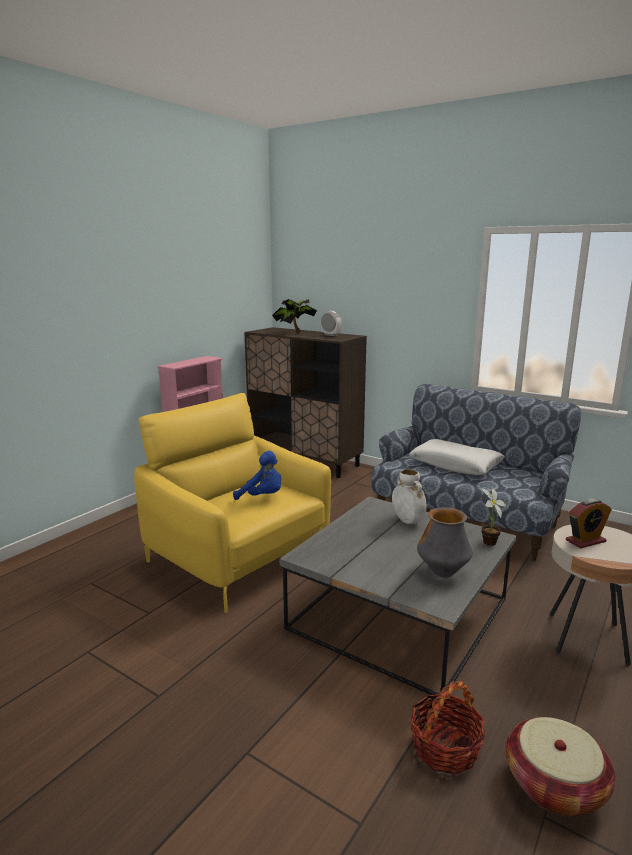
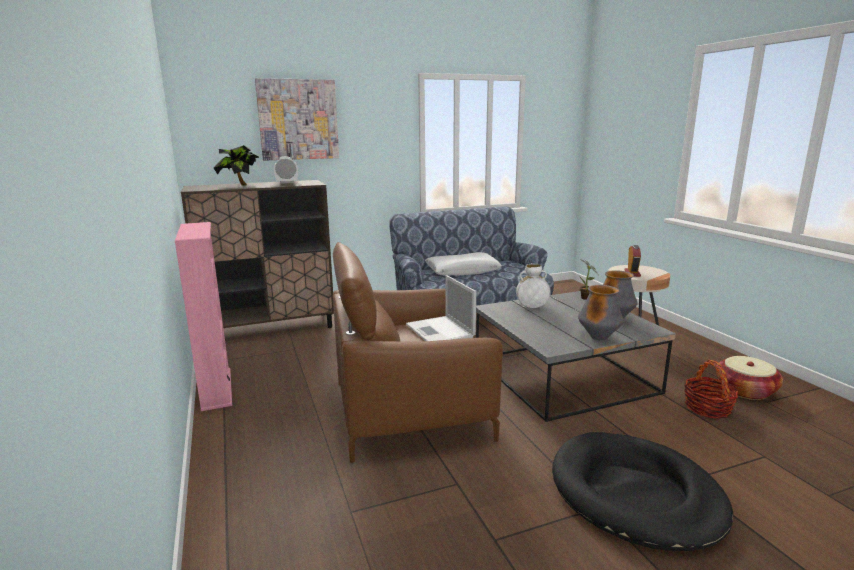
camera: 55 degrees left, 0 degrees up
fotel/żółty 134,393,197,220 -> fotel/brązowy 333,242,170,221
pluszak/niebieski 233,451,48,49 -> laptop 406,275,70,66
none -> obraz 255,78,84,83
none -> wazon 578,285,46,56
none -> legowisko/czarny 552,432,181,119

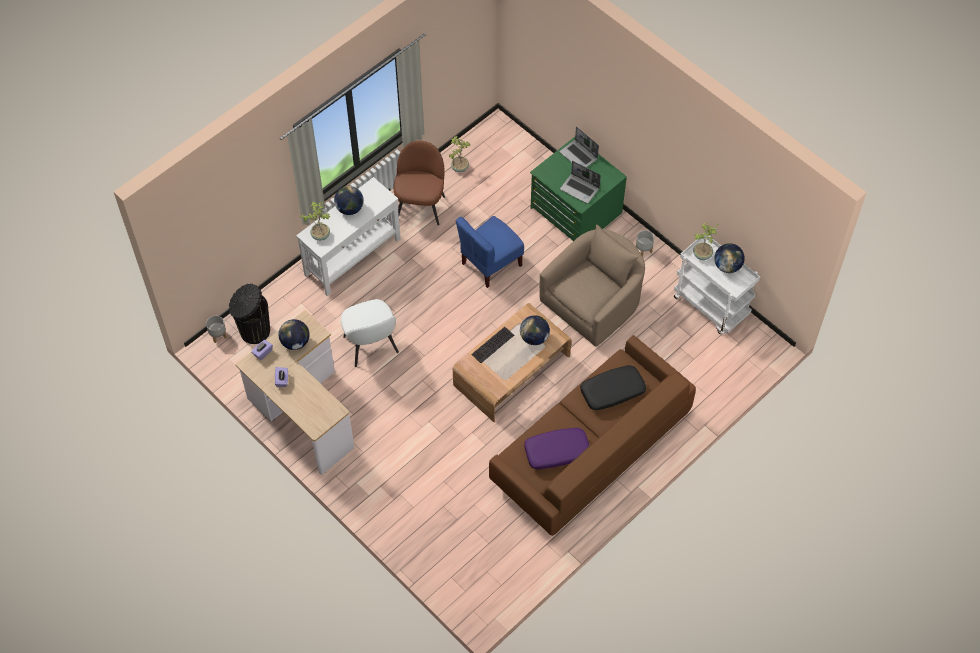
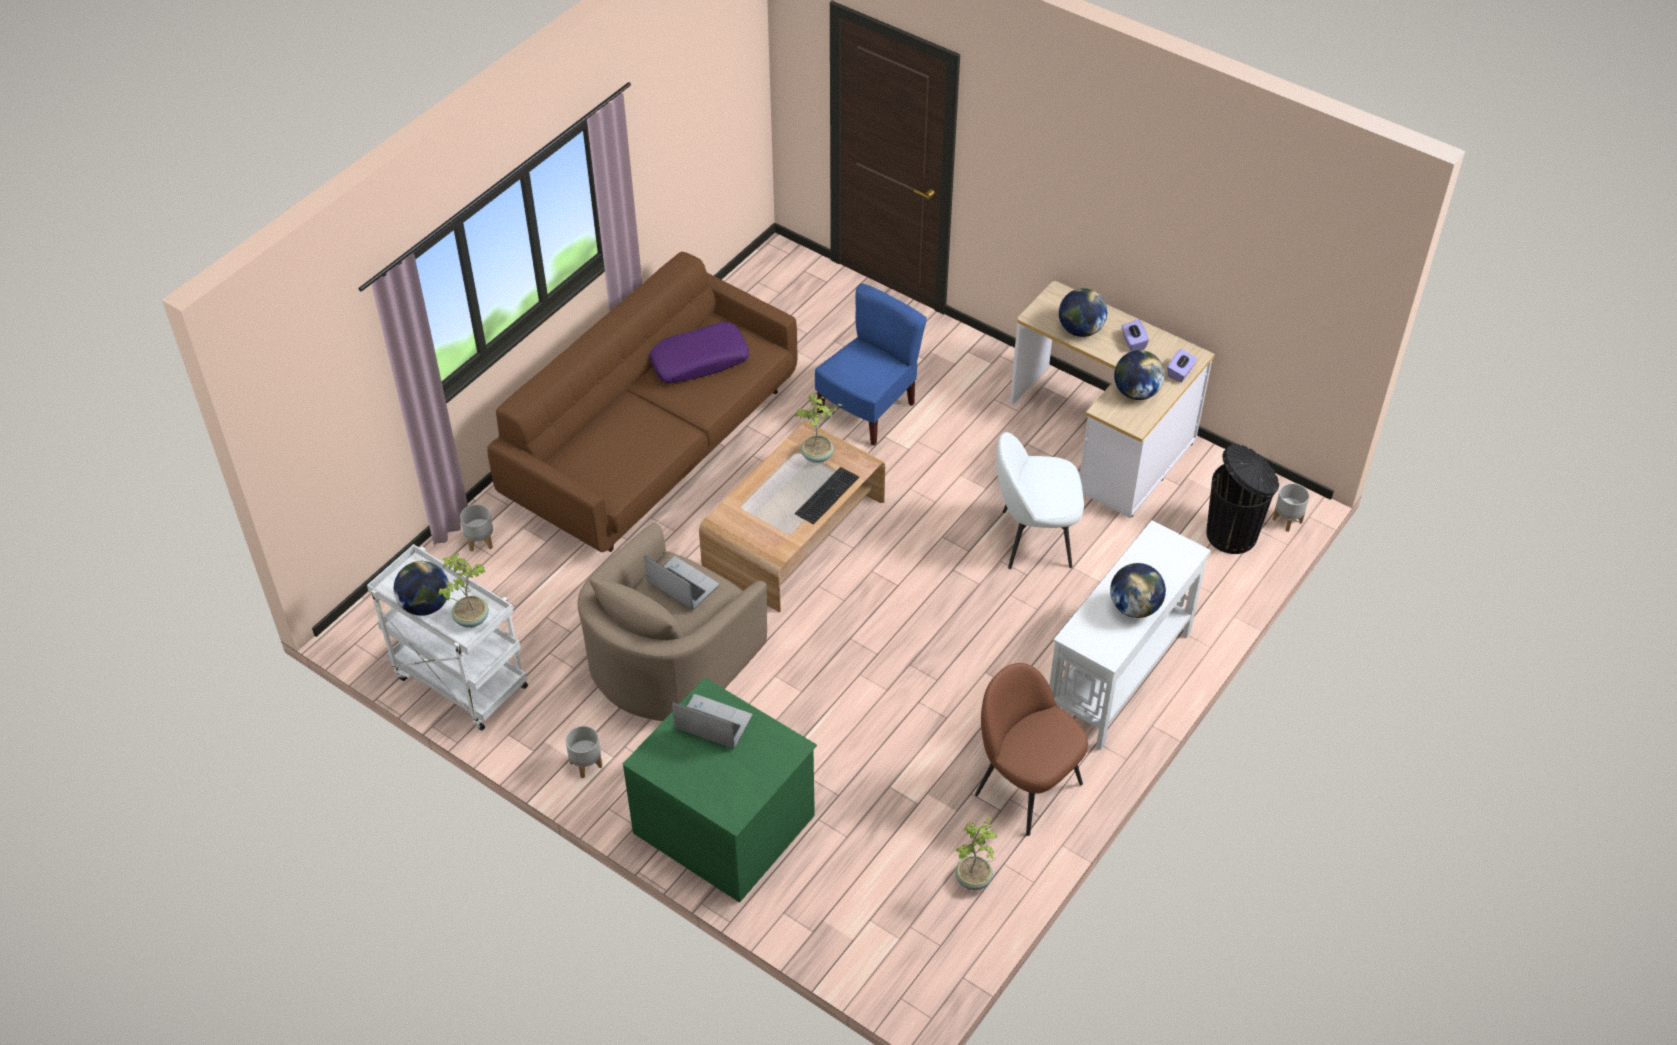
camera: 170 degrees right, 10 degrees down
laptop 559,126,40,42 -> laptop 644,555,75,55, moved
krzesło/brązowy 394,141,51,84 -> krzesło/brązowy 975,663,113,173, 135 degrees clockwise
roślina doniczkowa 300,202,31,39 -> roślina doniczkowa 795,392,48,71, moved
krzesło/niebieski 456,216,68,72 -> krzesło/niebieski 815,283,112,163, moved
krzesło/biały 341,299,58,68 -> krzesło/biały 996,432,88,137, 60 degrees counterclockwise
globus 520,315,30,30 -> globus 1059,288,48,49, moved
poduszka/czarny 580,365,66,45 -> none
none -> donica/szary 460,504,33,47

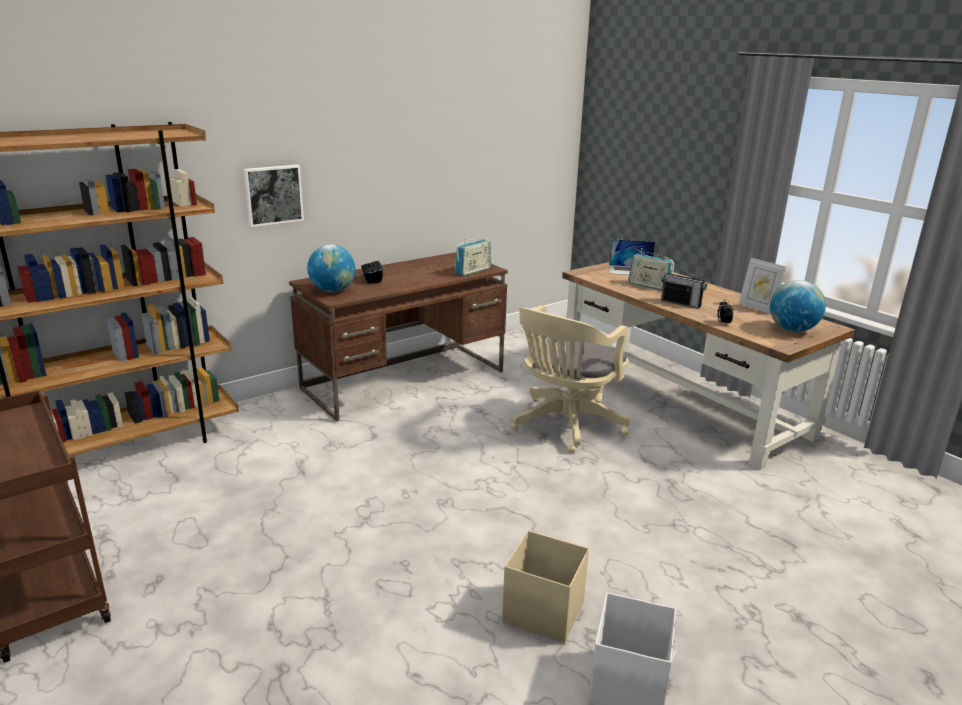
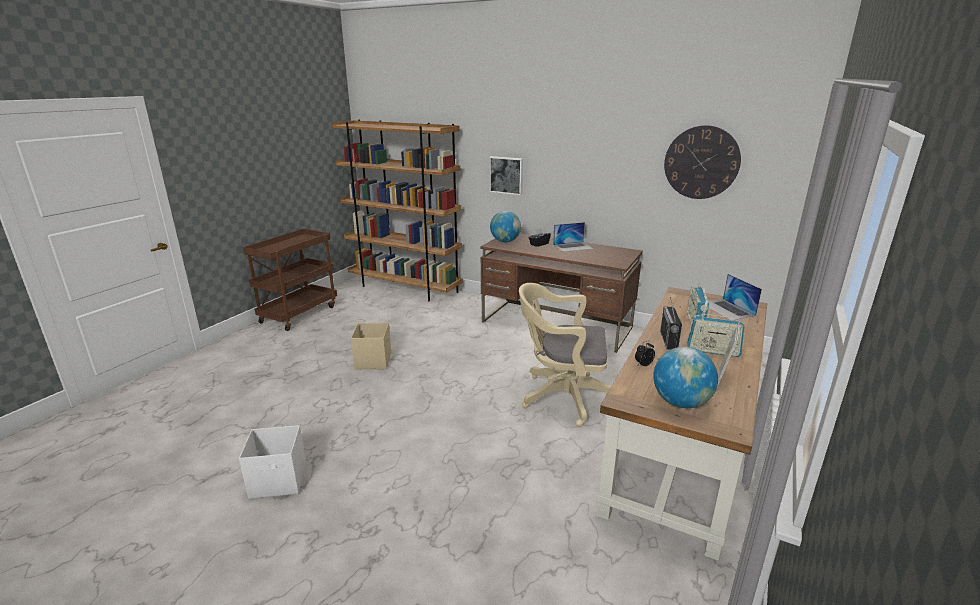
camera: 65 degrees right, 0 degrees up
radio 455,239,36,37 -> radio 687,311,58,46, moved
pojemnik do przechowywania/beżowy 502,530,87,113 -> pojemnik do przechowywania/beżowy 351,323,40,46, moved
none -> zegar ścienny 664,125,77,74
none -> laptop 553,222,41,30

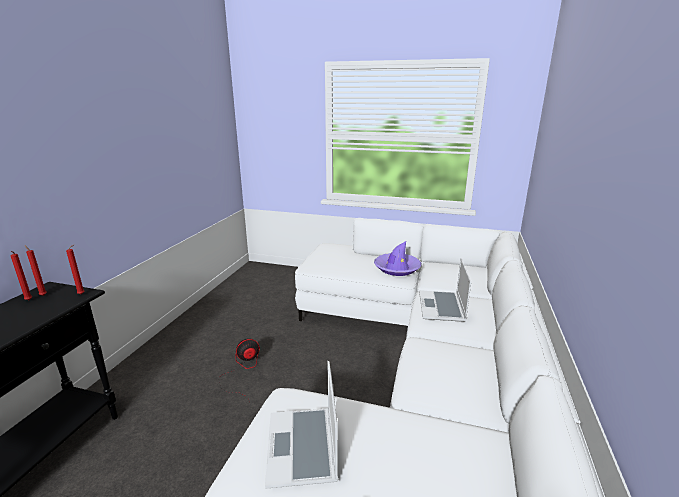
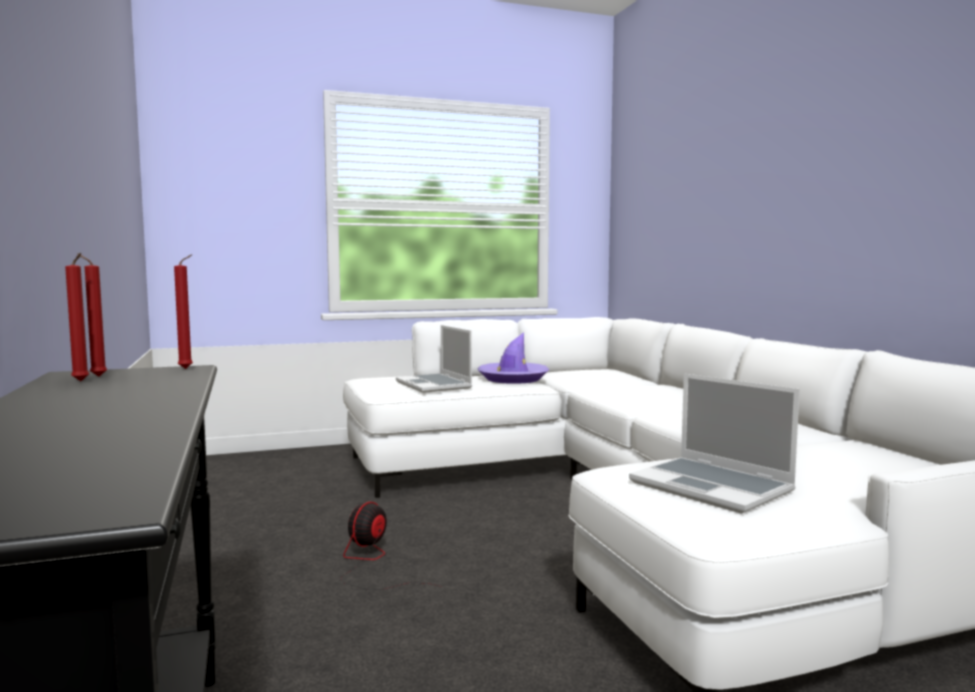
camera: 35 degrees left, 15 degrees down
laptop 419,259,52,63 -> laptop 396,325,76,68, moved

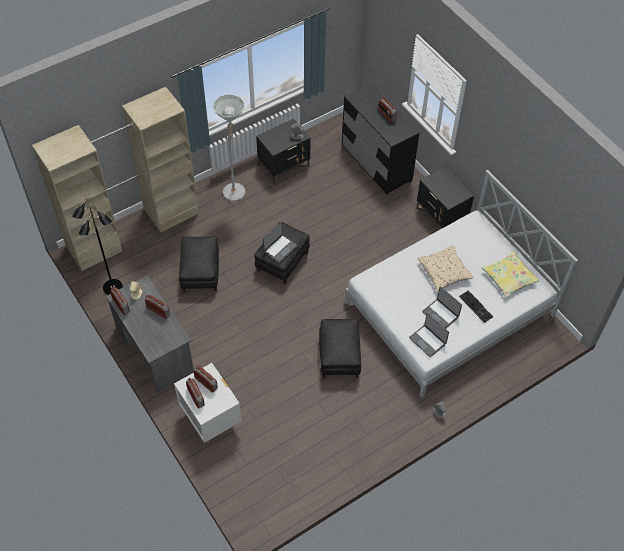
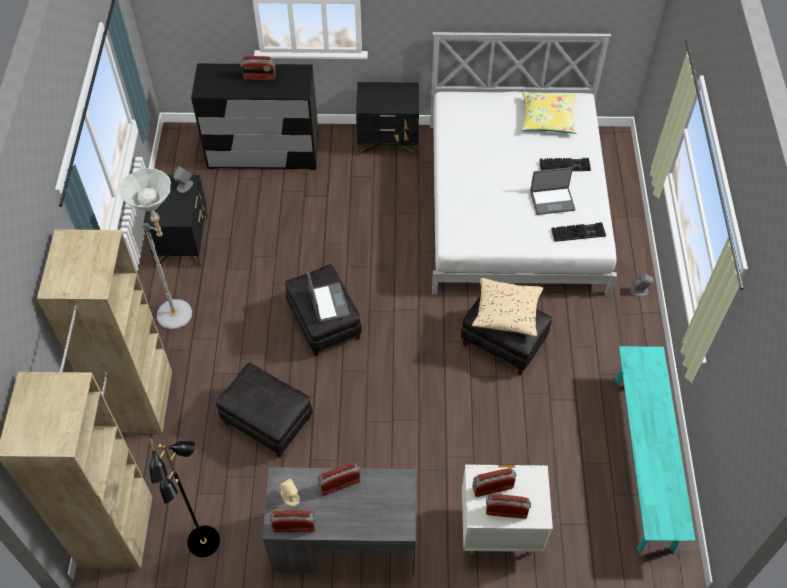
camera: 55 degrees left, 0 degrees up
poduszka/beżowy 417,245,57,46 -> poduszka/beżowy 472,278,71,58, moved
laptop 409,313,40,44 -> klawiatura 551,222,55,20
none -> ławka/turkusowy 615,346,81,206

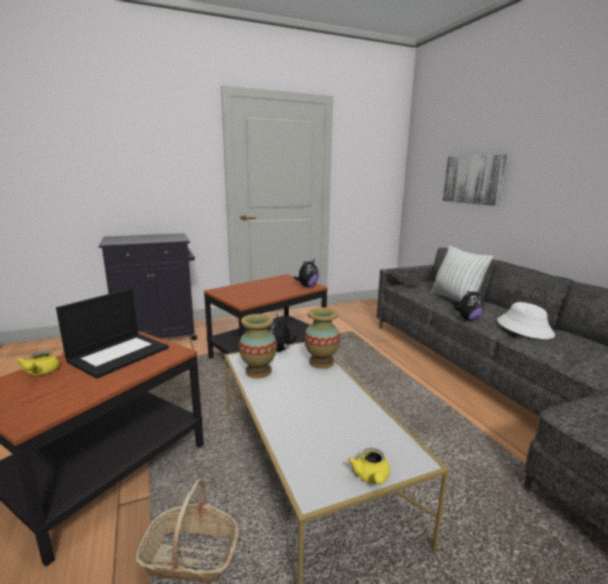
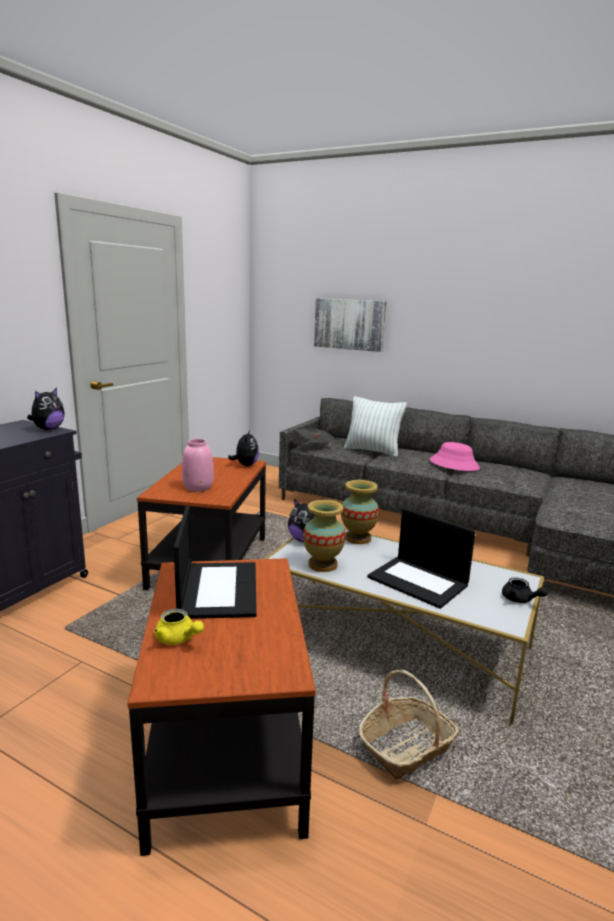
camera: 40 degrees left, 0 degrees up
pluszak 454,289,30,31 -> pluszak 27,388,38,42, moved
kapelusz/biały 497,302,58,37 -> kapelusz/różowy 430,442,50,29
imbryk/żółty 348,448,42,37 -> imbryk/czarny 502,577,47,26
none -> wazon/różowy 182,439,32,53
none -> laptop 367,508,109,101

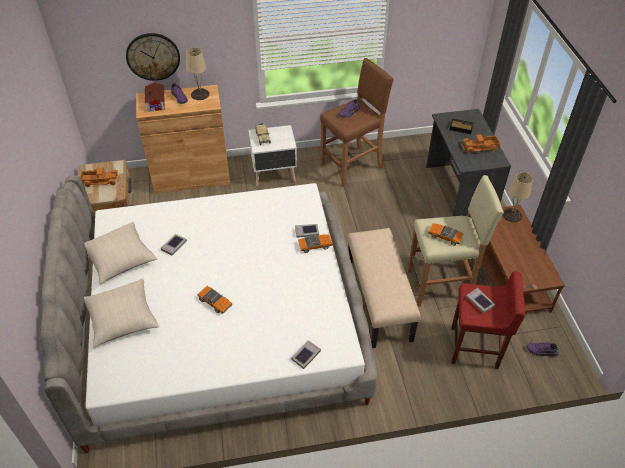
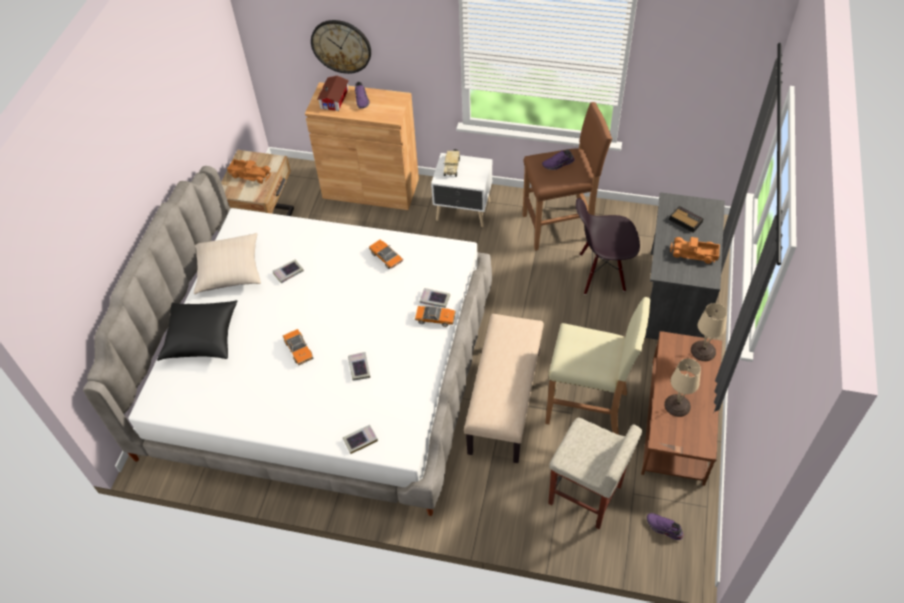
camera: 25 degrees right, 5 degrees up
lampa stołowa/beżowy 186,48,24,52 -> lampa stołowa/beżowy 664,359,37,58, moved
samochodzik 428,223,36,22 -> samochodzik 369,239,34,30, moved
stołek/czerwony 451,271,74,98 -> stołek/beżowy 548,418,94,111
poduszka/beżowy 84,278,75,70 -> poduszka/czarny 157,300,80,61
książka 466,288,29,25 -> książka 348,352,22,28, moved
none -> krzesło/czarny 576,198,64,97

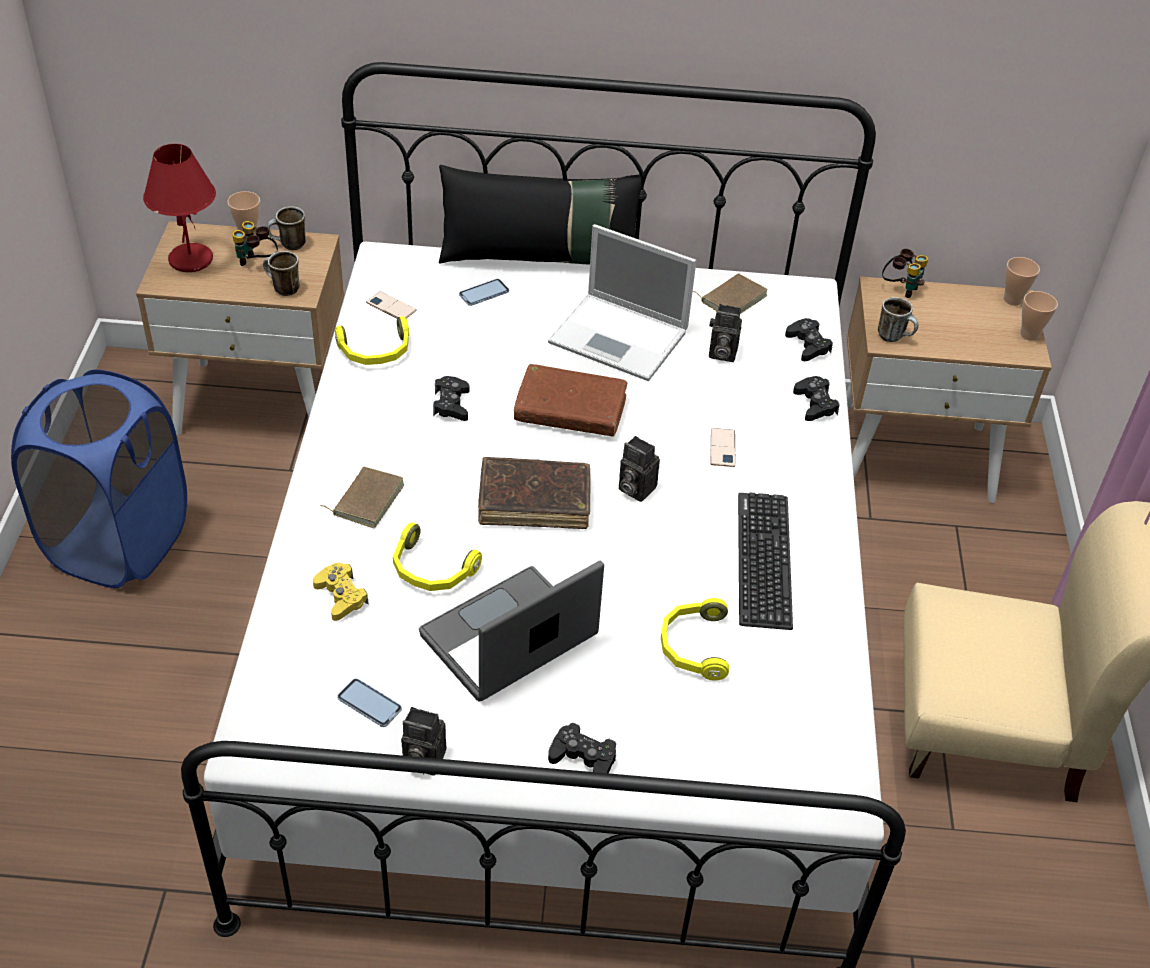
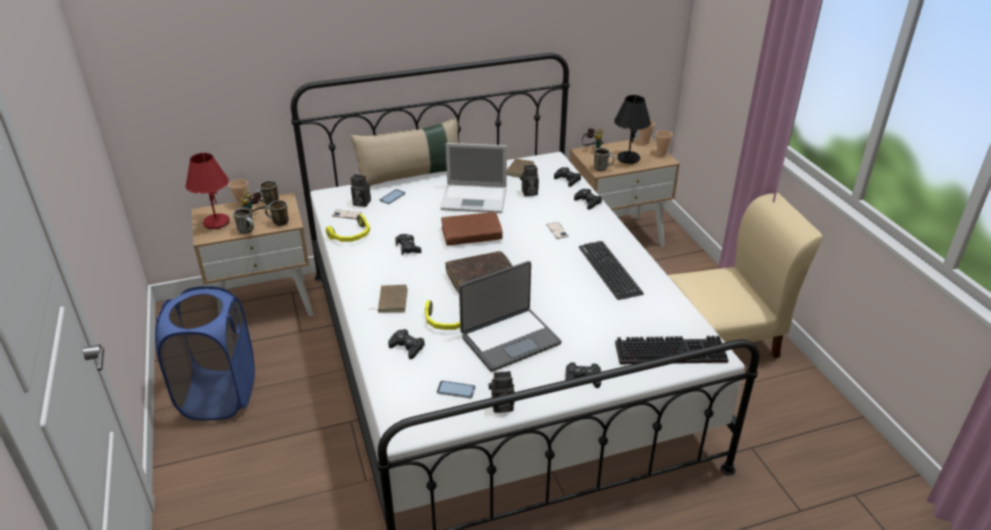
camera: 20 degrees left, 10 degrees down
poduszka/czarny 439,165,202,100 -> poduszka/beżowy 350,117,109,69
aparat fotograficzny 619,436,41,66 -> aparat fotograficzny 351,174,20,33, moved
laptop 419,561,185,141 -> laptop 459,261,103,111, 150 degrees counterclockwise
pad do gier/żółty 313,563,55,58 -> pad do gier/czarny 388,329,37,30
słuchawki/żółty 661,598,68,83 -> none
none -> lampa stołowa/czarny 614,95,37,69
none -> kubek 233,208,21,26
none -> klawiatura 615,336,113,29

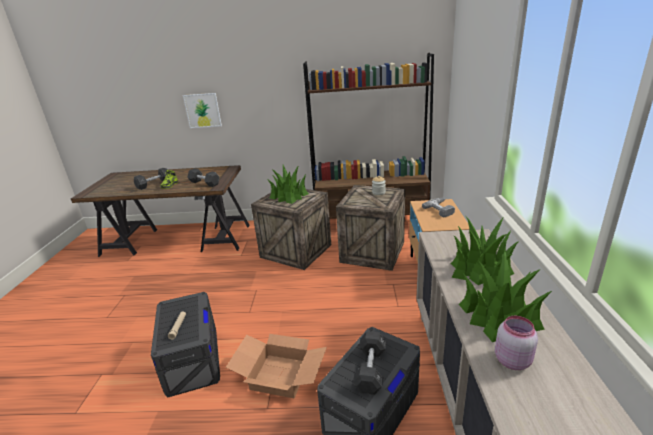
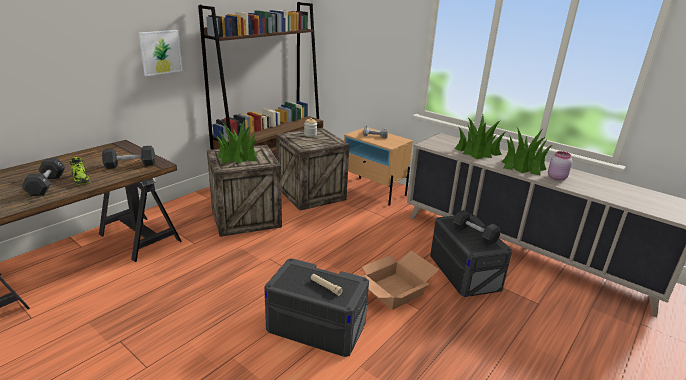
camera: 55 degrees left, 0 degrees up
obraz 183,93,39,35 -> obraz 139,30,44,46, moved

